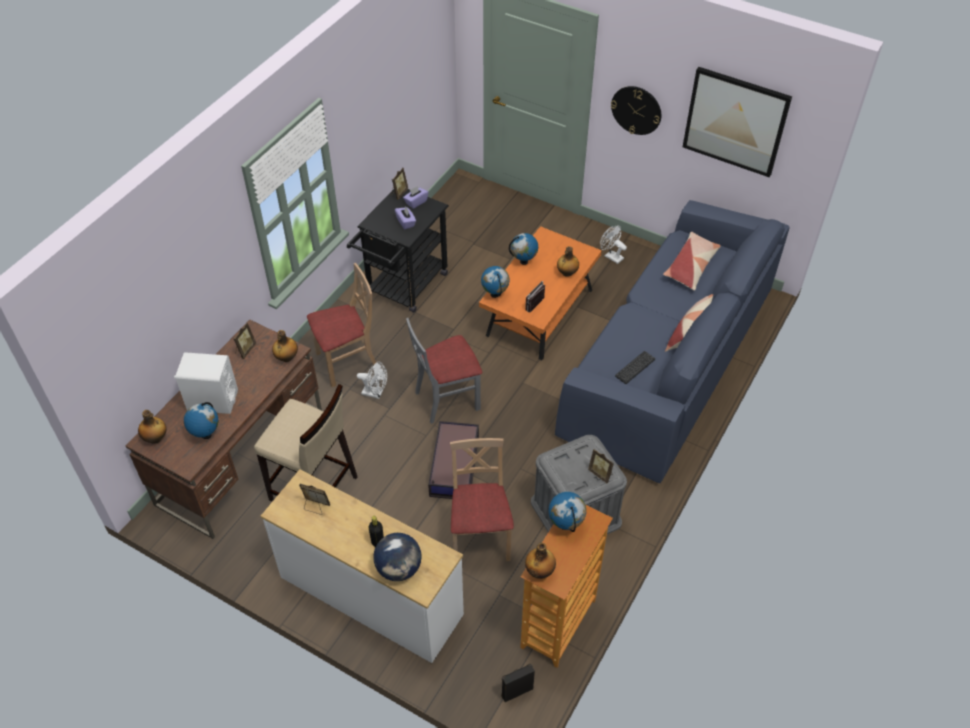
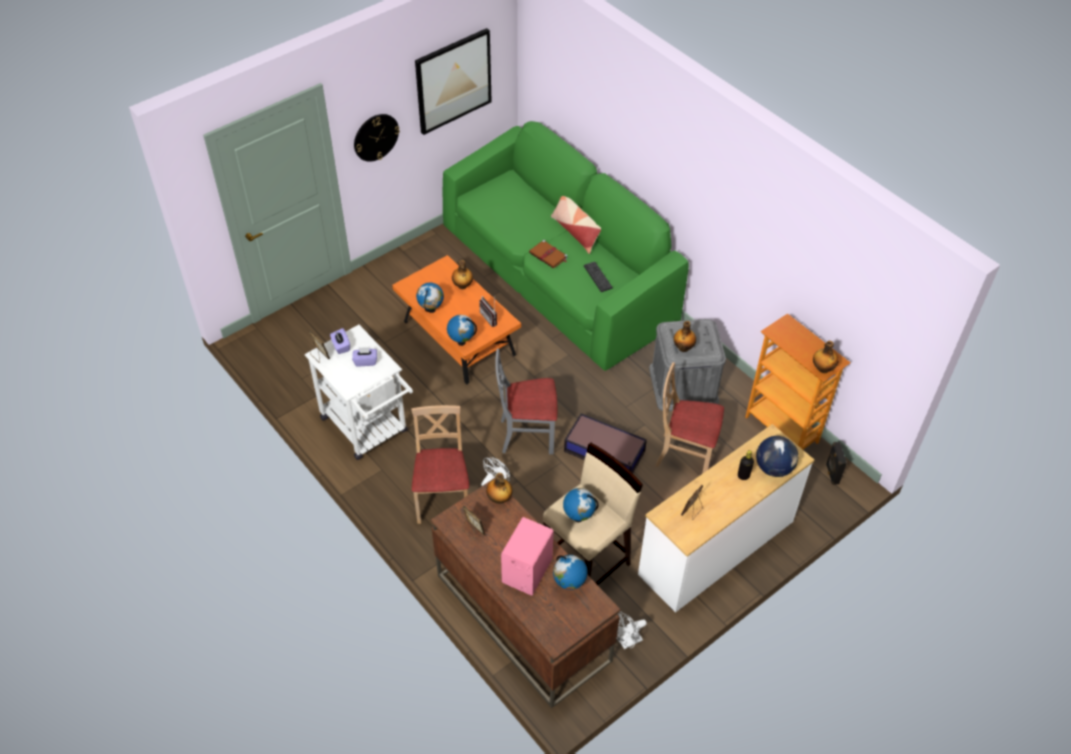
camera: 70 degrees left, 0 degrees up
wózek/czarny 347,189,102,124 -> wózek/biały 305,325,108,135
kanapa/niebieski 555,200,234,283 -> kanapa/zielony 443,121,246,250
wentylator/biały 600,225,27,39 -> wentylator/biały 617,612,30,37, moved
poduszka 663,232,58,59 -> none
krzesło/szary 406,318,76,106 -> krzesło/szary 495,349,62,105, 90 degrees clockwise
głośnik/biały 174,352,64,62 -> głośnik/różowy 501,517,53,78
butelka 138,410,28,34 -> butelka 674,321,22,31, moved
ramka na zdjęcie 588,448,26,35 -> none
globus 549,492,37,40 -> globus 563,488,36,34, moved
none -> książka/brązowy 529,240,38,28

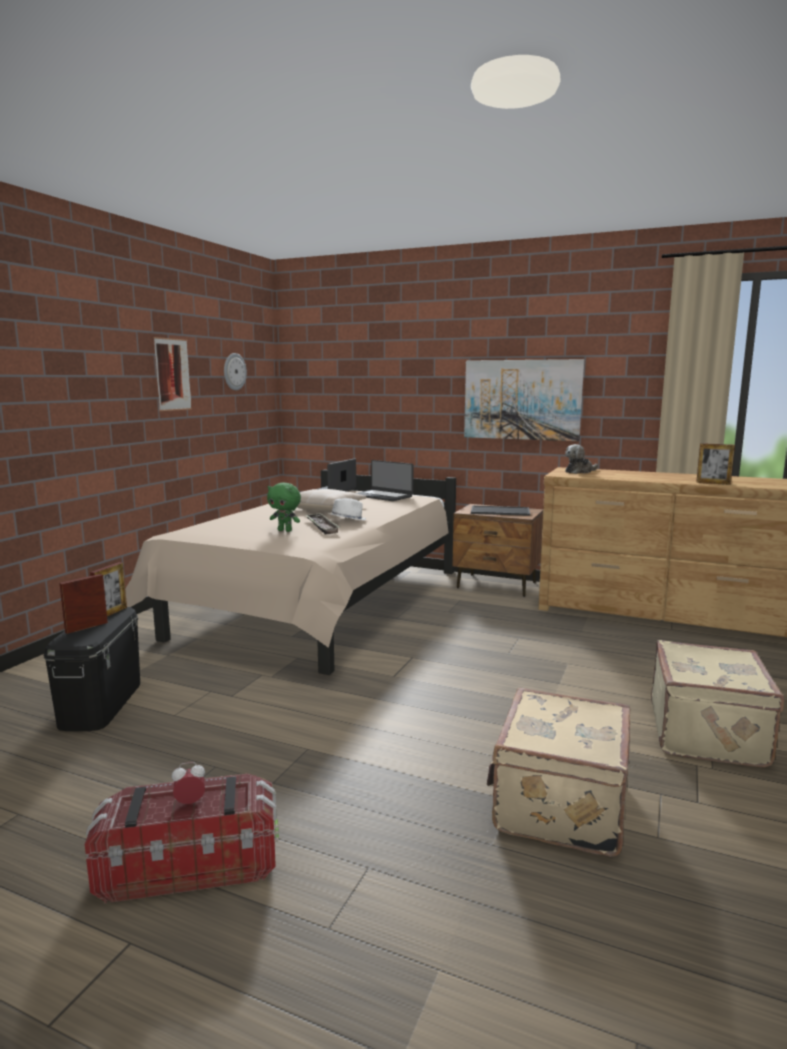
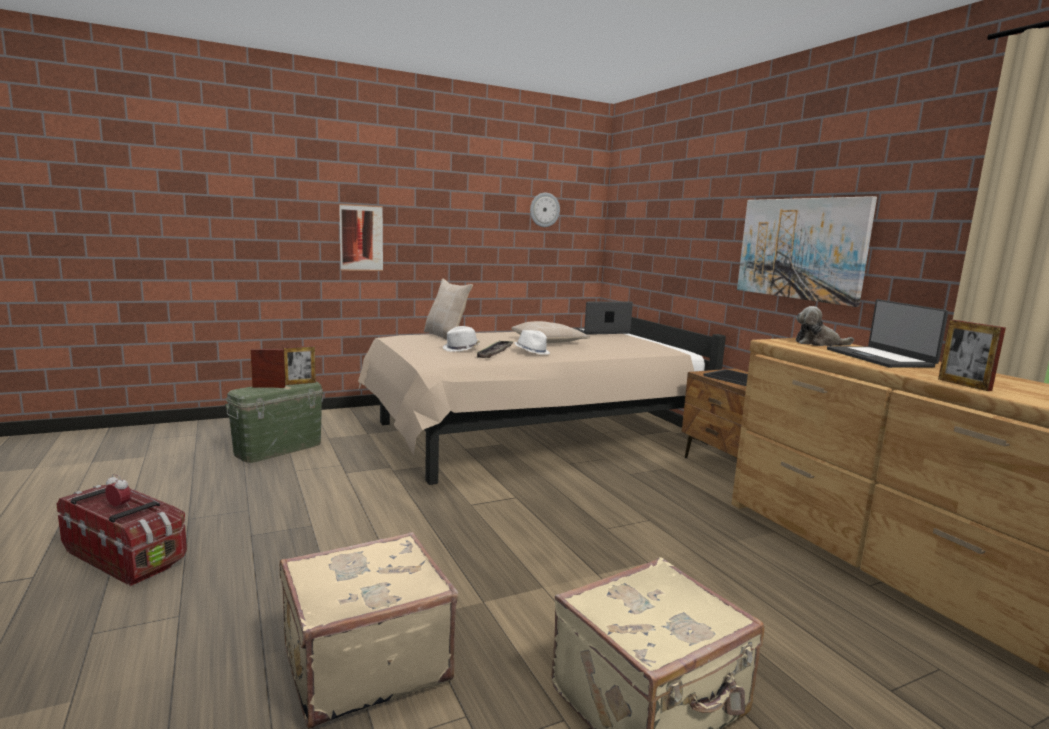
camera: 40 degrees right, 0 degrees up
obraz 154,337,38,74 -> obraz 339,204,44,67, moved
laptop 356,460,57,41 -> laptop 827,299,122,69, moved
pluszak/zielony 267,483,34,49 -> kapelusz/biały 443,326,37,26
pojemnik do przechowywania/czarny 44,607,96,124 -> pojemnik do przechowywania/zielony 225,382,99,81
none -> poduszka/beżowy 424,279,49,61

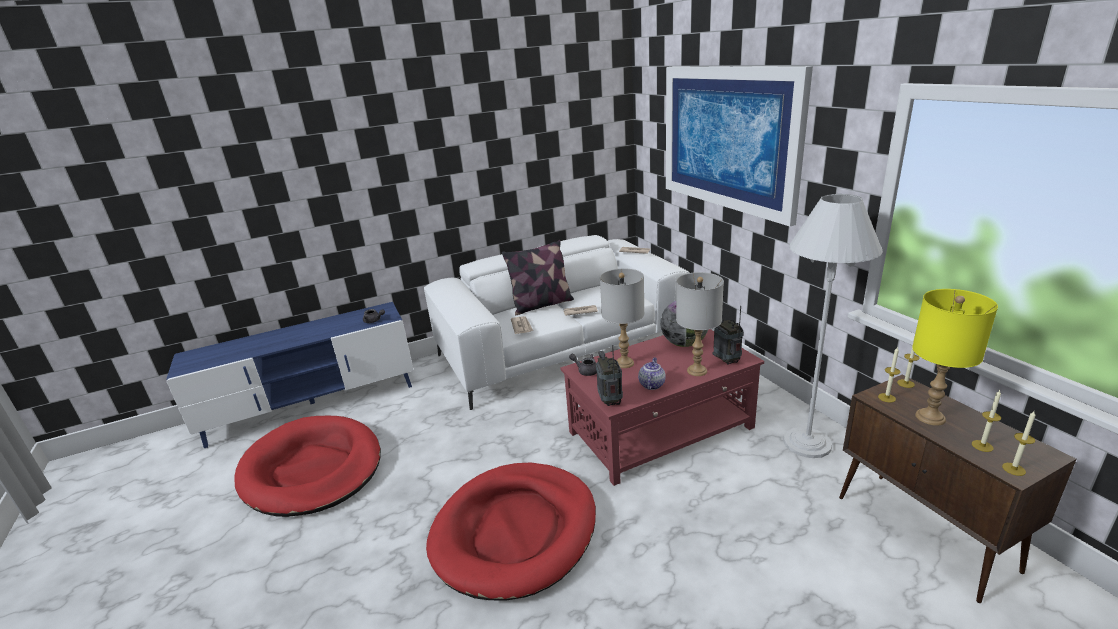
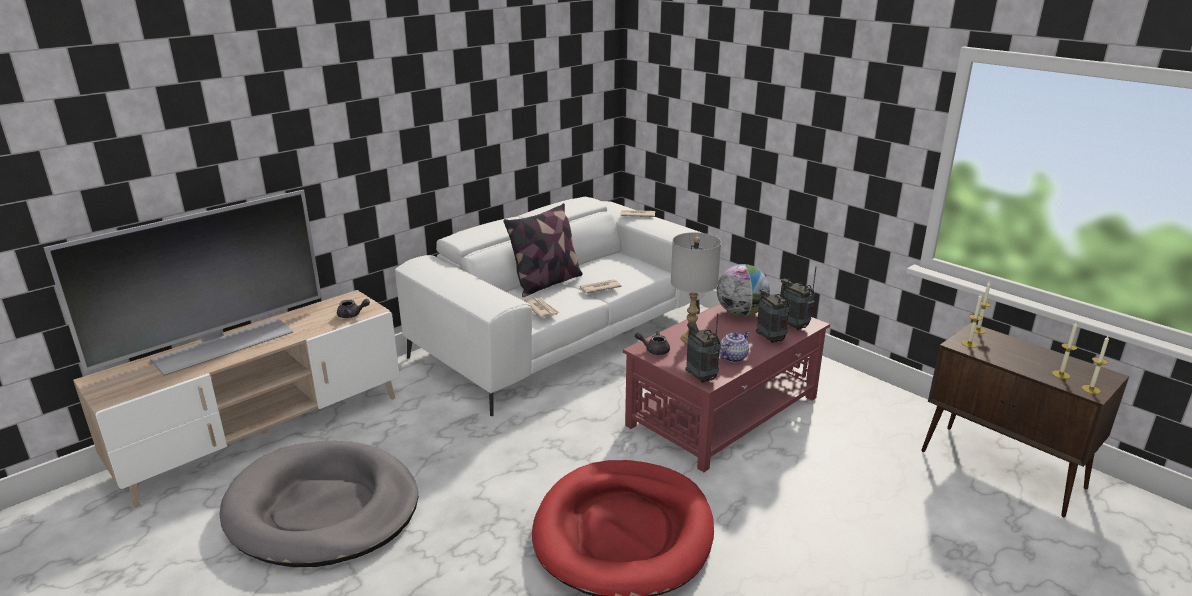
camera: 20 degrees left, 0 degrees up
obraz 666,66,147,160 -> none
lampa stojąca/biały 783,194,100,264 -> none
lampa stołowa/szary 676,272,48,104 -> radio 756,278,34,65
lampa stołowa/żółty 912,289,86,137 -> none
szafka pod telewizor/niebieski 166,302,247,146 -> szafka pod telewizor/beżowy 73,290,327,218
imbryk 638,358,28,32 -> imbryk 719,331,31,31, 45 degrees clockwise
legowisko/czerwony 234,416,147,101 -> legowisko/szary 219,441,199,126
none -> telewizor 44,190,278,186

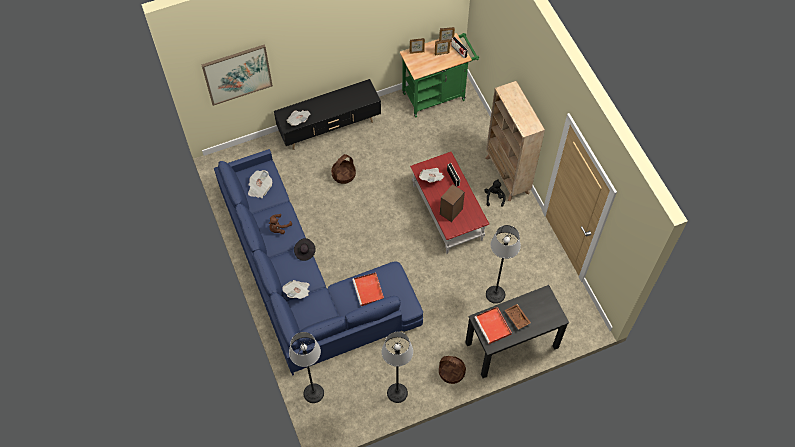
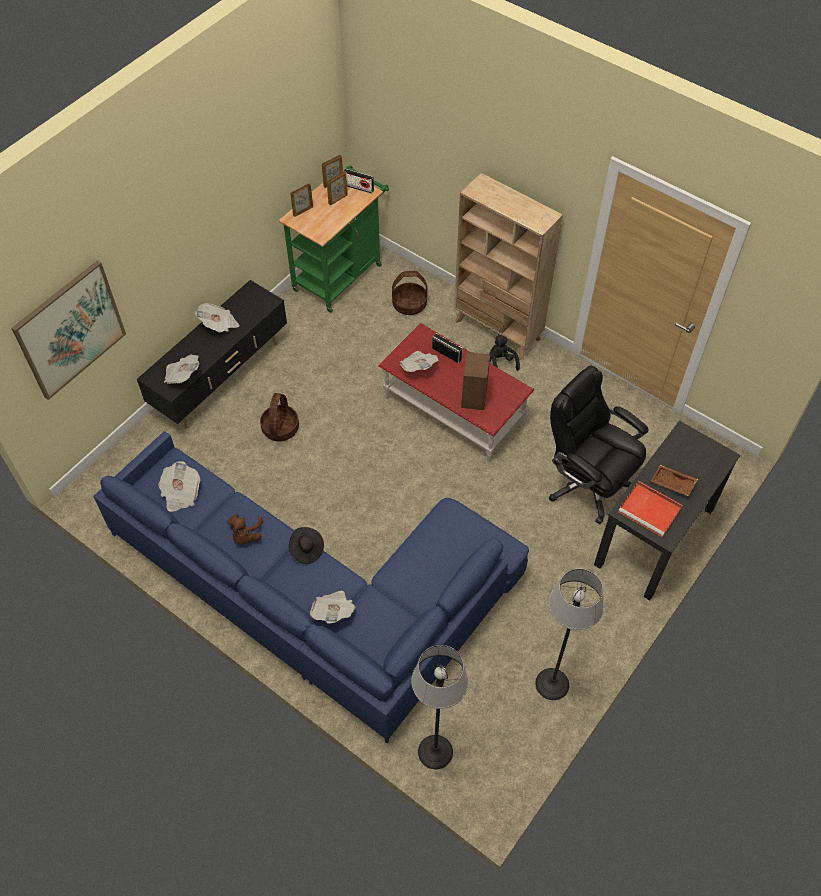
camera: 30 degrees left, 5 degrees down
lampa stojąca 486,225,35,79 -> krzesło biurowe/czarny 549,365,99,159
taca/czerwony 352,273,32,33 -> none
koszyk 439,356,27,28 -> koszyk 392,271,35,44, moved
none -> gazeta 195,303,45,29

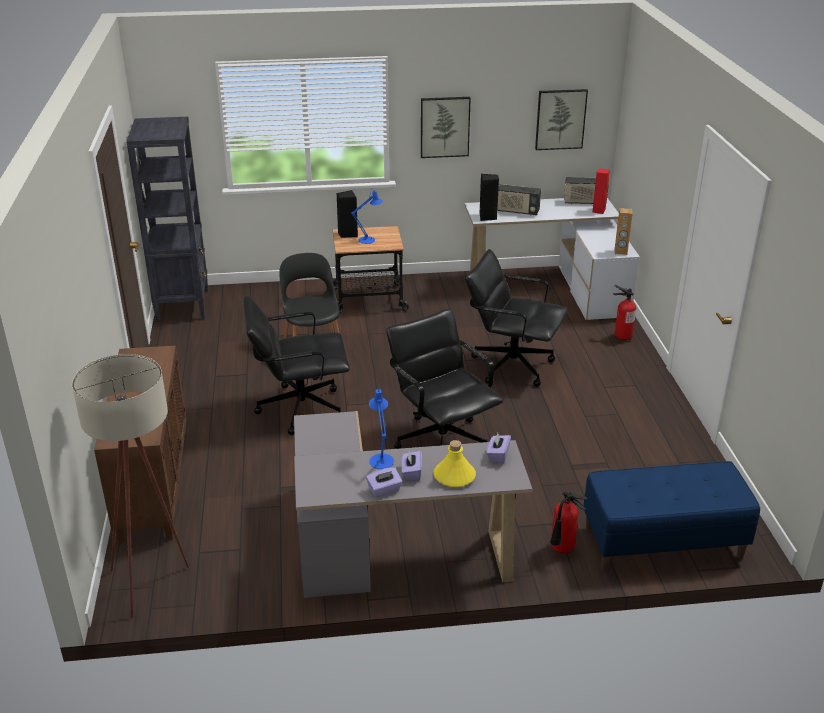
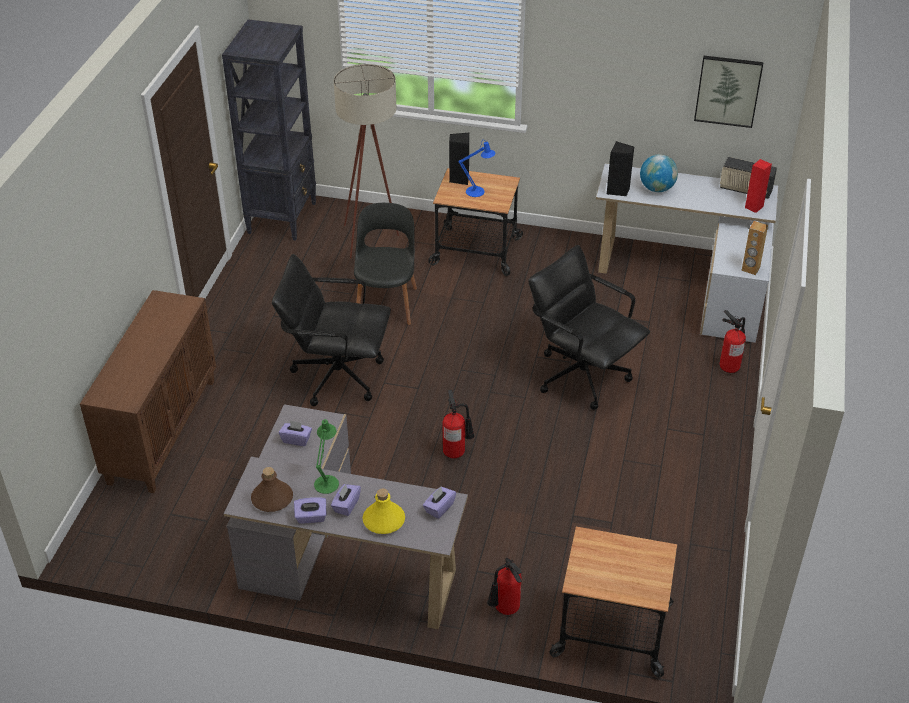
camera: 20 degrees right, 10 degrees up
obraz 421,97,50,61 -> none
radio 497,184,44,31 -> globus 640,154,38,38
krzesło biurowe/czarny 386,309,118,140 -> gaśnica 443,390,31,68
lampa stojąca/beżowy 72,354,117,264 -> lampa stojąca/beżowy 334,64,65,195, moved
lampa stołowa/niebieski 369,389,25,80 -> lampa stołowa/zielony 314,419,25,75
ławka/niebieski 583,461,177,110 -> wózek 549,527,128,151
none -> pudełko chusteczek/fioletowy 279,420,33,26
none -> butelka/brązowy 251,467,42,45

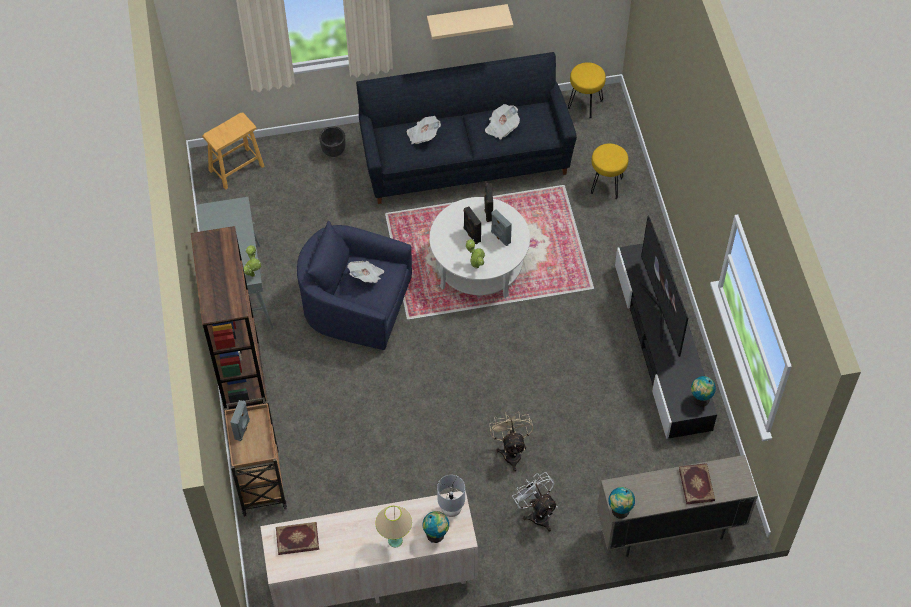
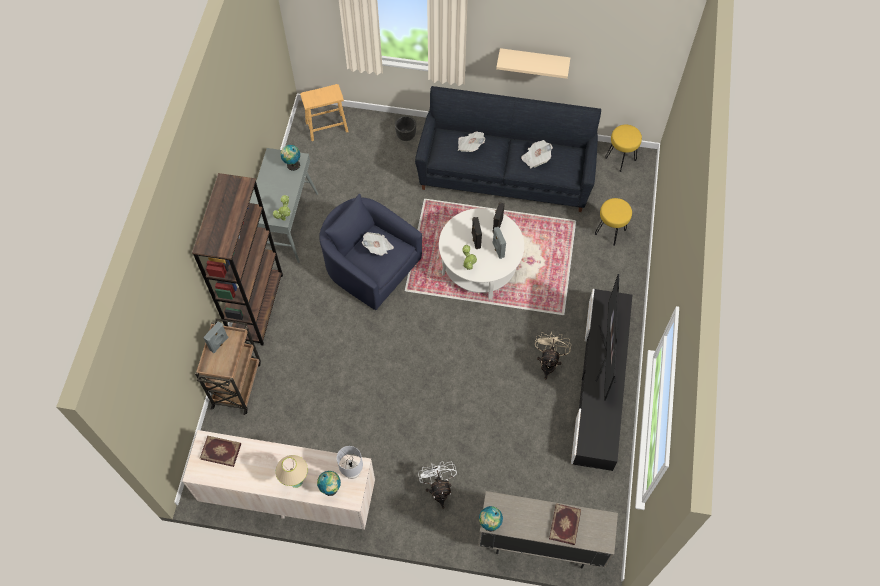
camera: 20 degrees right, 5 degrees up
globus 691,376,25,30 -> globus 281,145,19,26, moved
wentylator/beżowy 489,411,44,61 -> wentylator/beżowy 535,332,36,48, moved

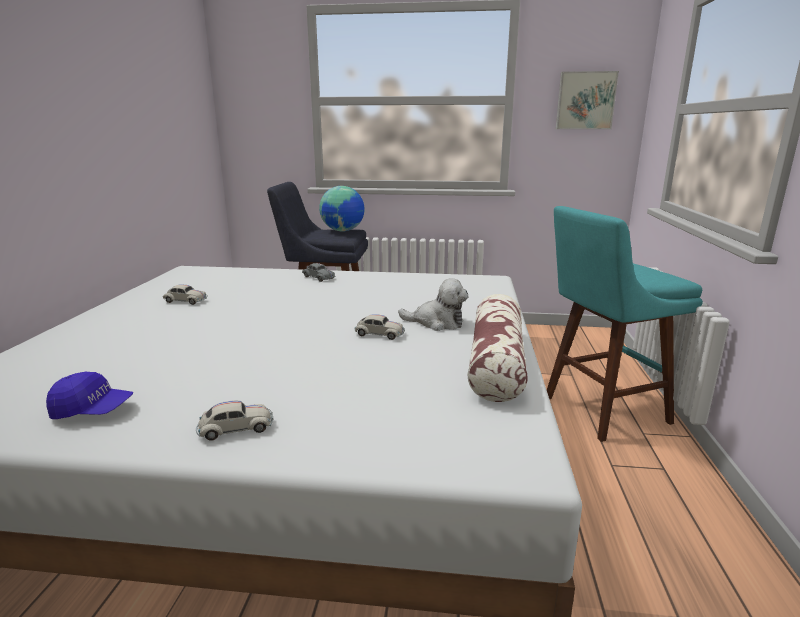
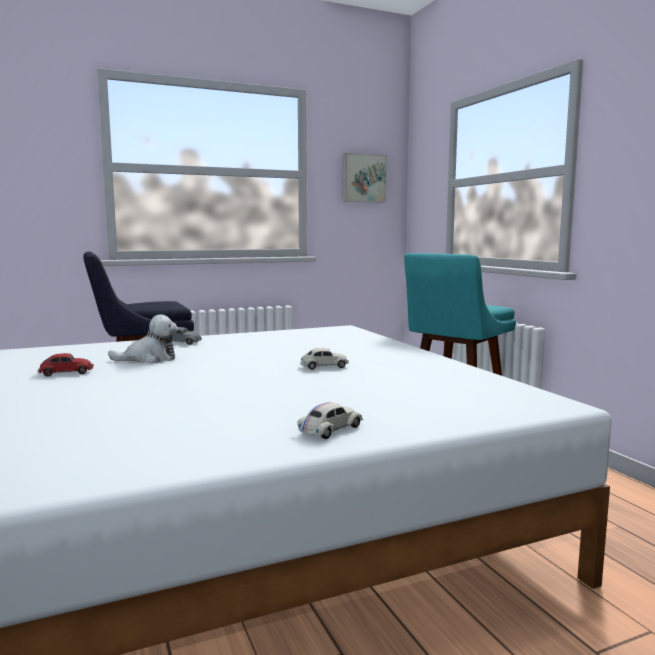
camera: 30 degrees left, 10 degrees down
globus 319,186,46,46 -> none
pluszak 398,278,70,53 -> pluszak 108,315,70,48, moved
samochodzik/biały 163,285,45,20 -> samochodzik/czerwony 38,353,56,23
poduszka 467,294,61,108 -> none
czapka z daszkiem/niebieski 46,372,87,47 -> none

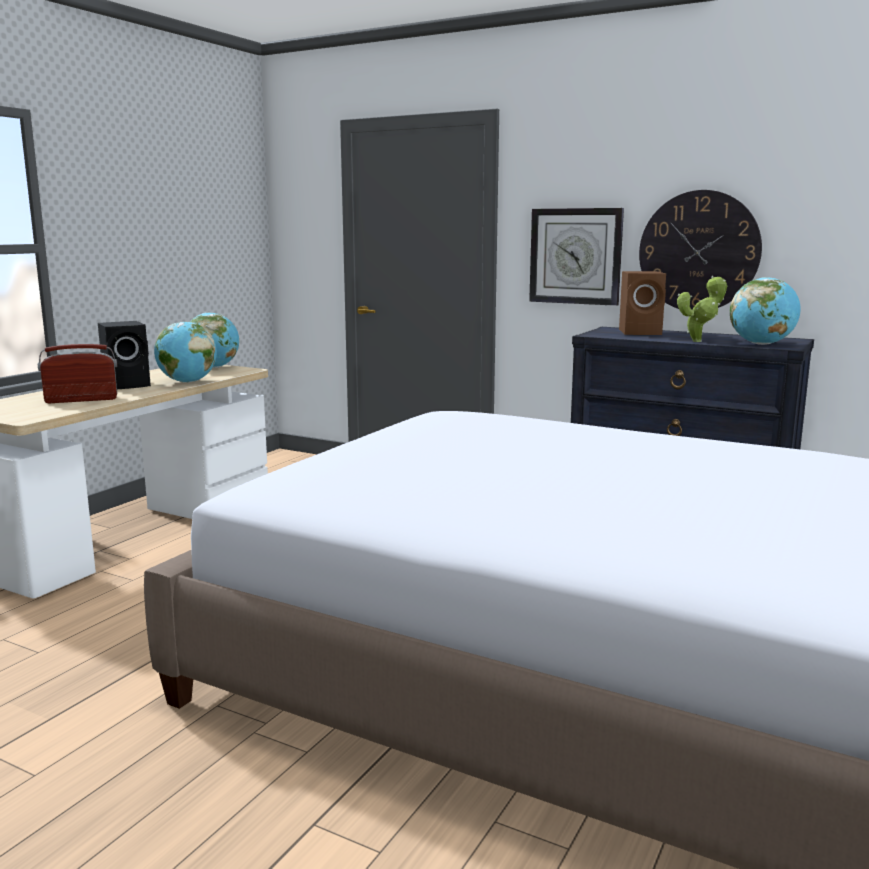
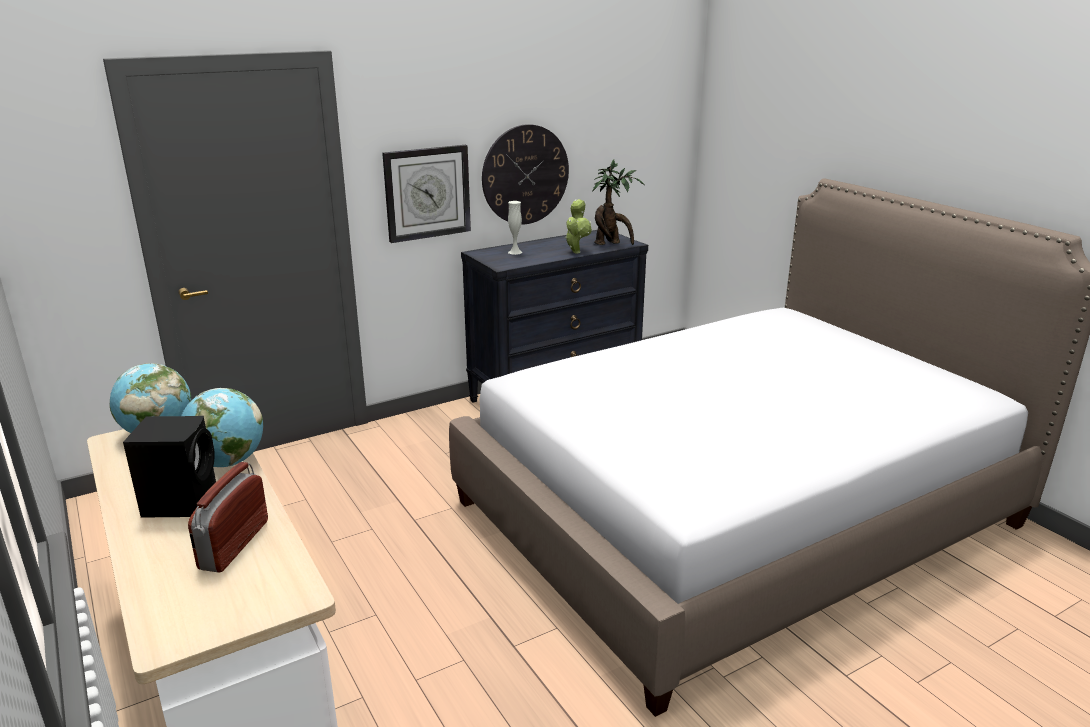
camera: 60 degrees left, 10 degrees up
głośnik/brązowy 619,271,47,64 -> wazon/biały 508,201,14,54
globus 730,277,71,68 -> roślina doniczkowa 593,159,52,86

